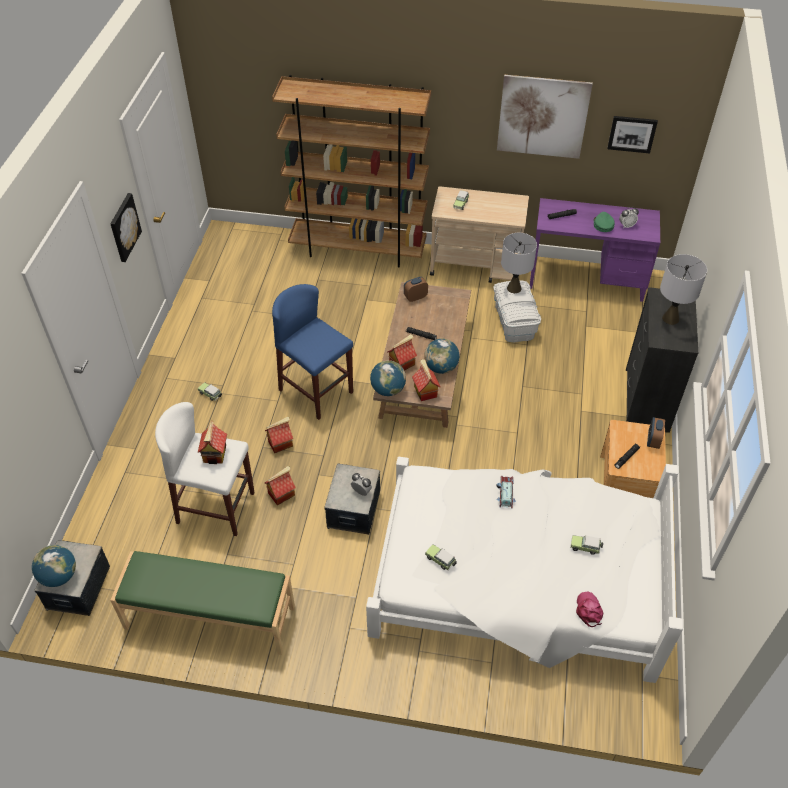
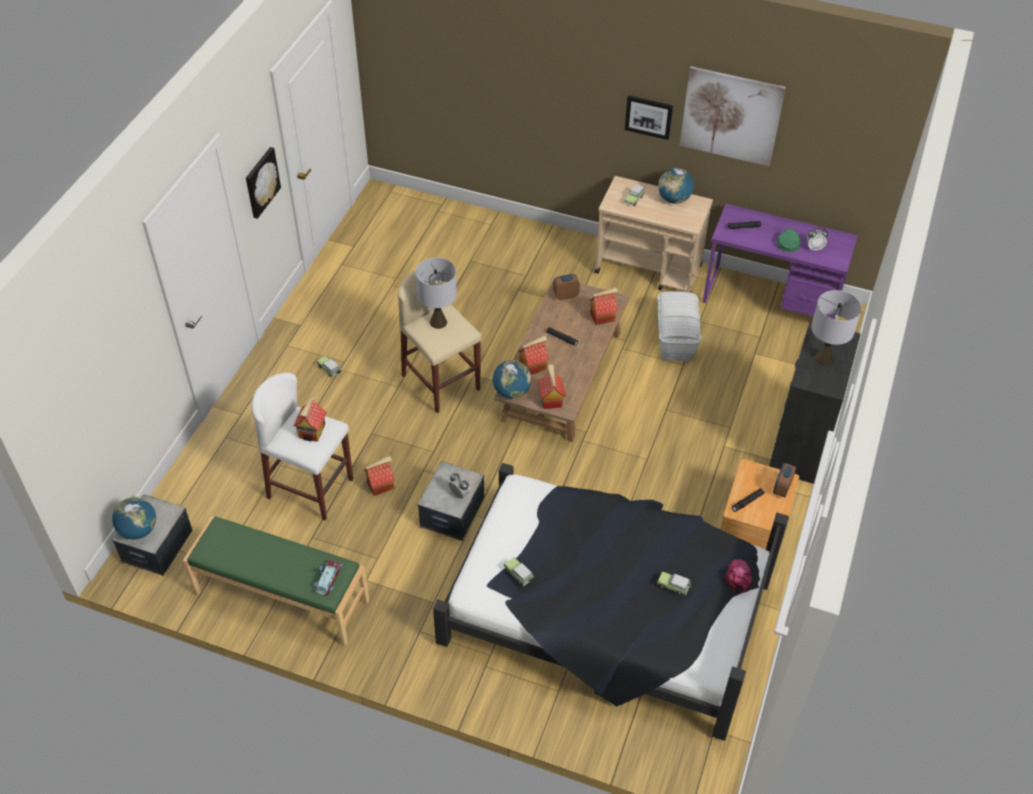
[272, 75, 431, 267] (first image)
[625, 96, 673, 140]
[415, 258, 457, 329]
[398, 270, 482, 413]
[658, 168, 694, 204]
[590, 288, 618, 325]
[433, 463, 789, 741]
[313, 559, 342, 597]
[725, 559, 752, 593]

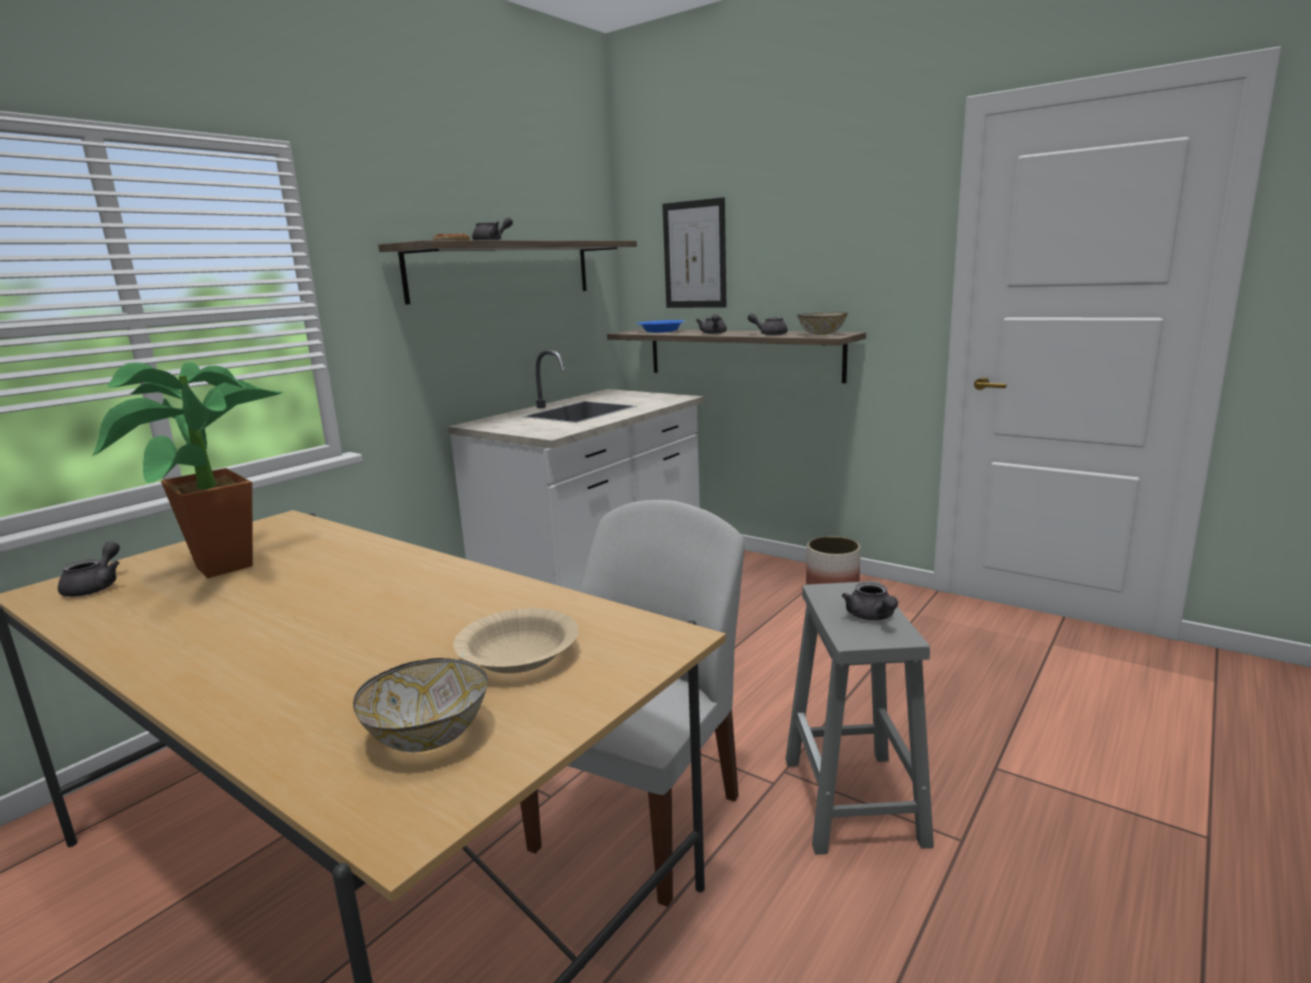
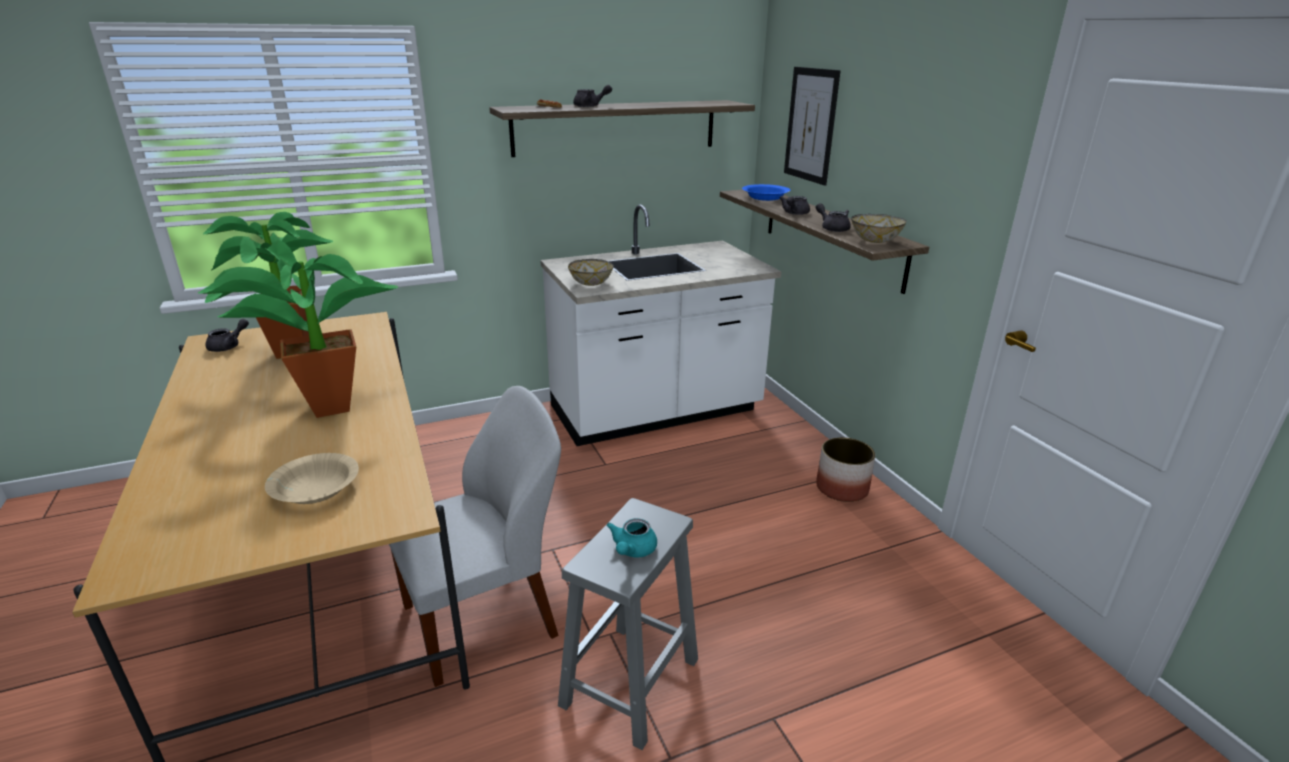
[607, 518, 657, 557]
[568, 259, 614, 286]
[198, 240, 399, 418]

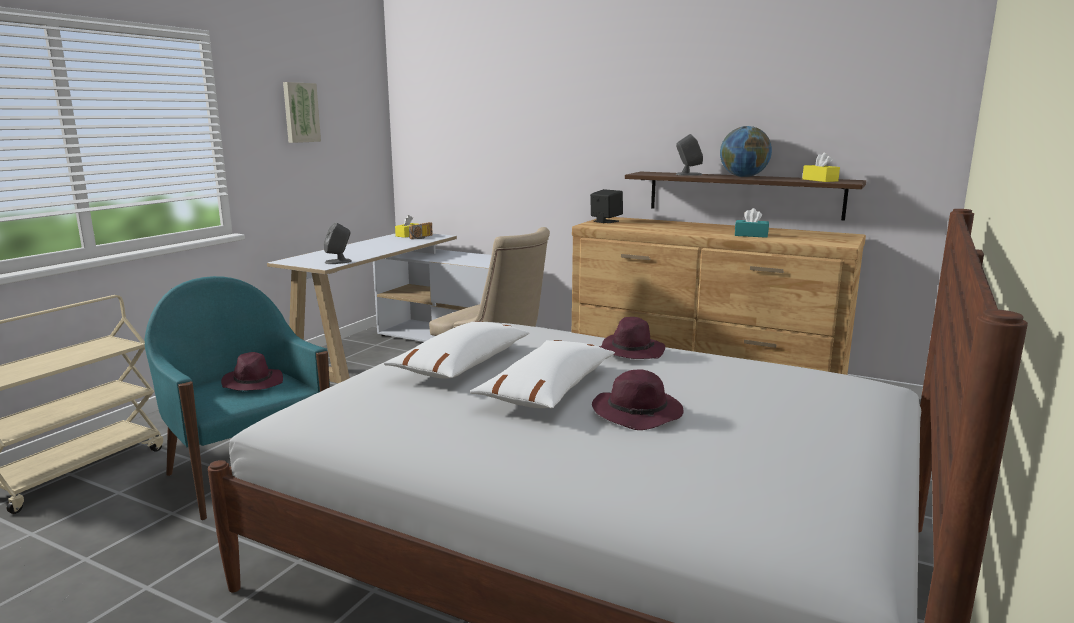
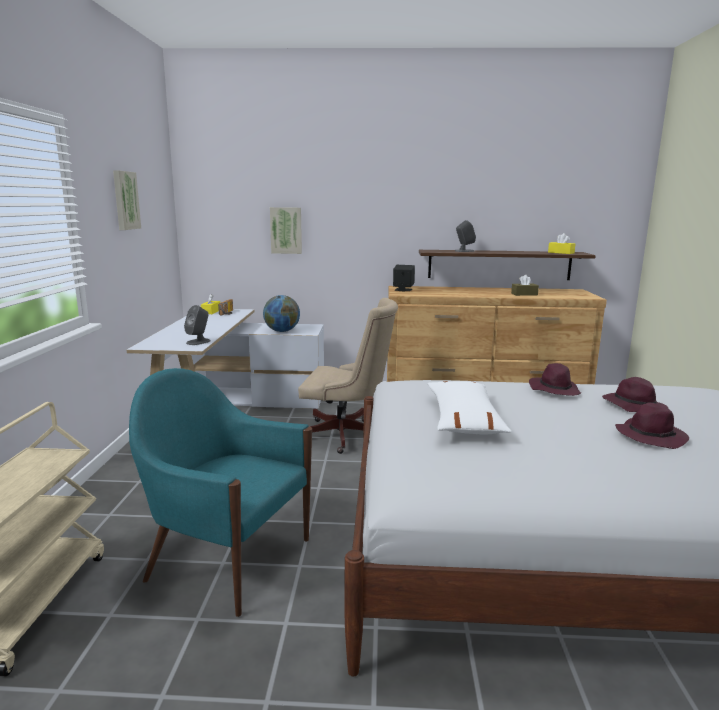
[263, 295, 300, 332]
[511, 275, 539, 296]
[470, 340, 615, 409] (first image)
[602, 377, 668, 412]
[270, 207, 302, 254]

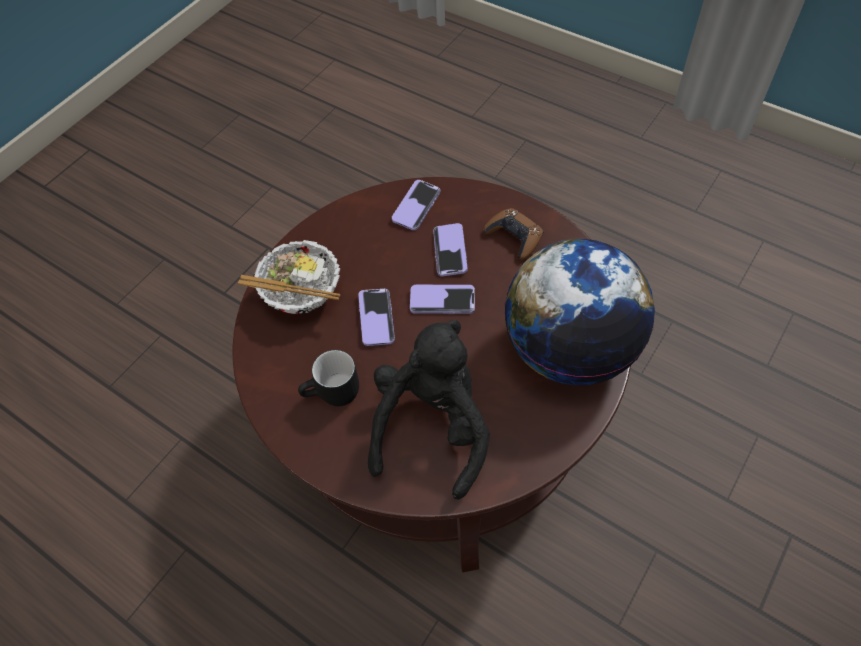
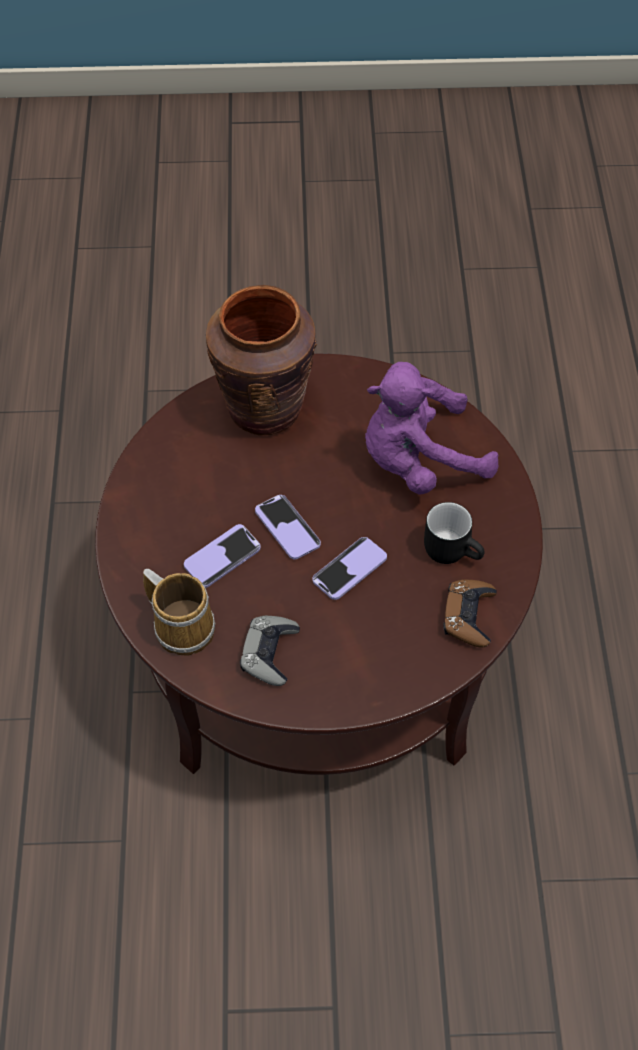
[143, 569, 216, 656]
[443, 579, 496, 648]
[206, 285, 317, 435]
[238, 240, 341, 314] (first image)
[365, 362, 498, 495]
[240, 616, 300, 686]

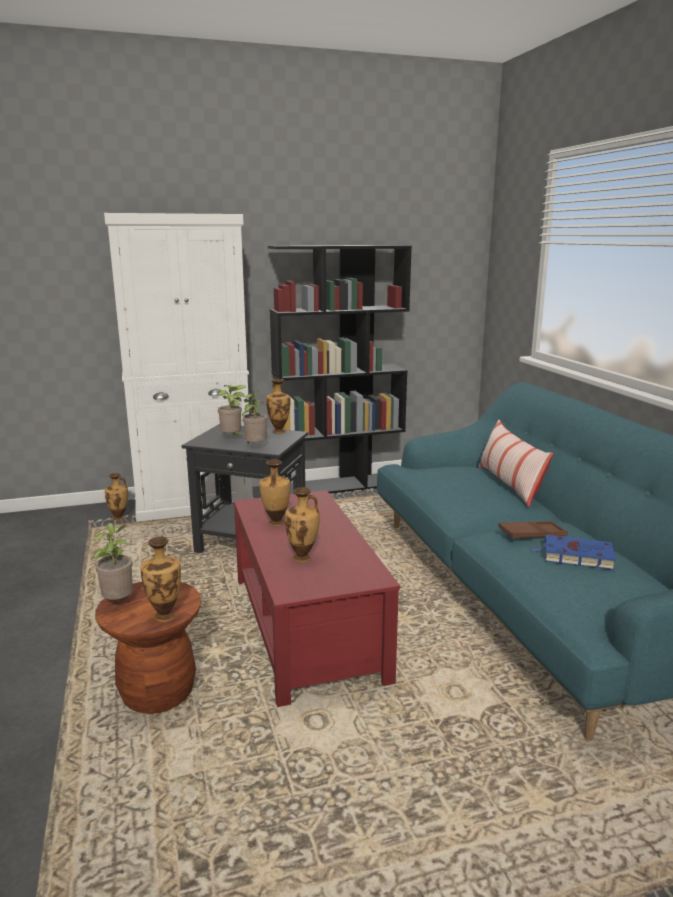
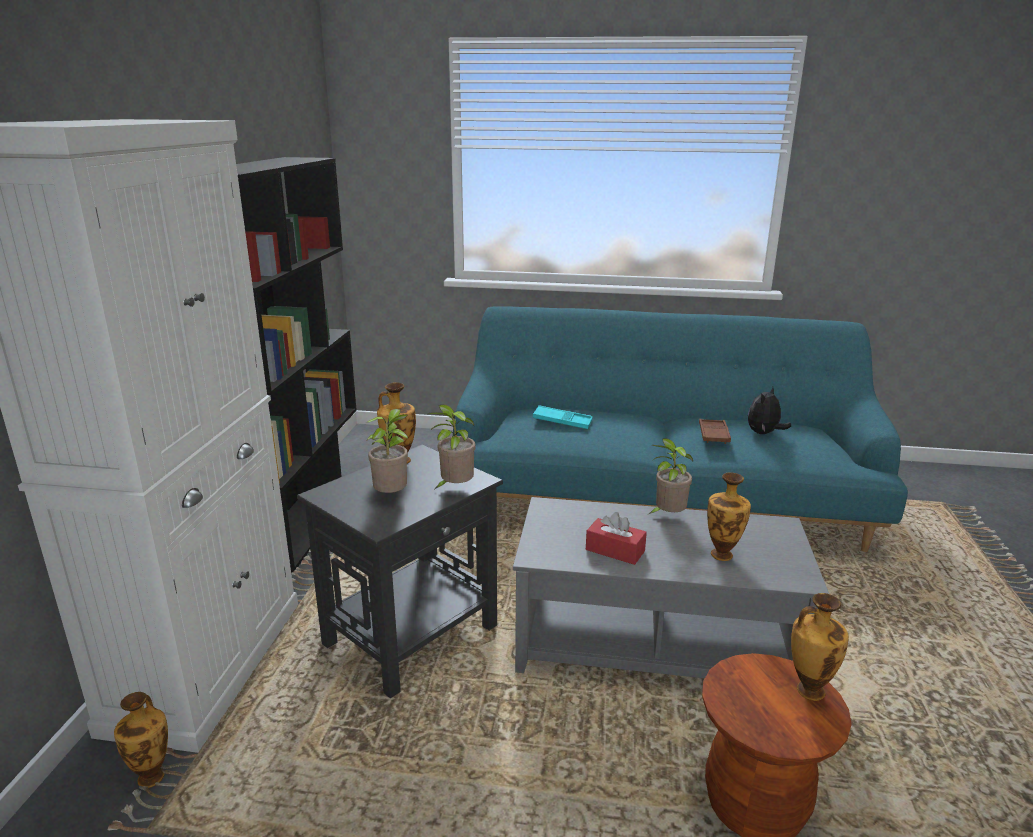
[478, 420, 553, 507] (first image)
[586, 512, 647, 565]
[513, 497, 829, 678]
[649, 438, 693, 514]
[748, 387, 791, 434]
[533, 405, 593, 429]

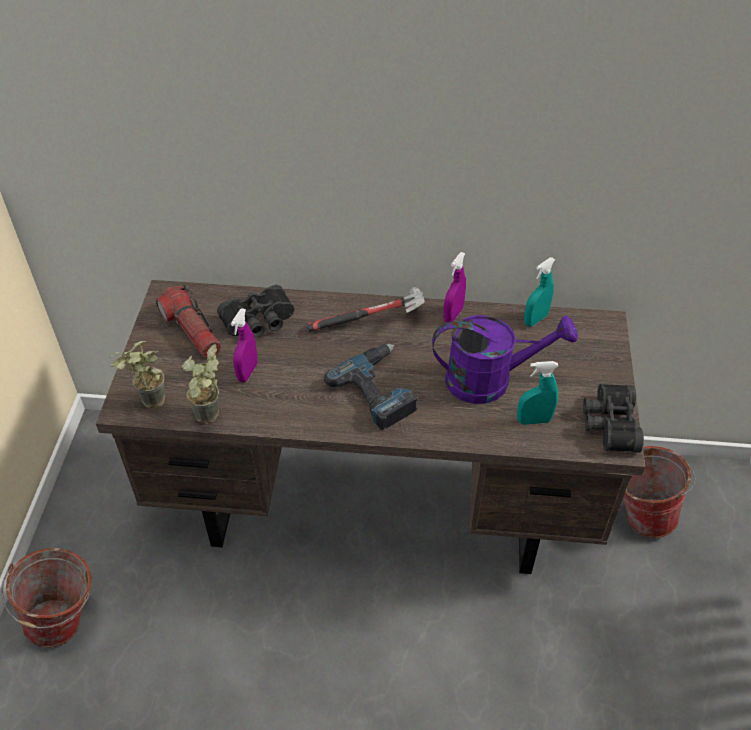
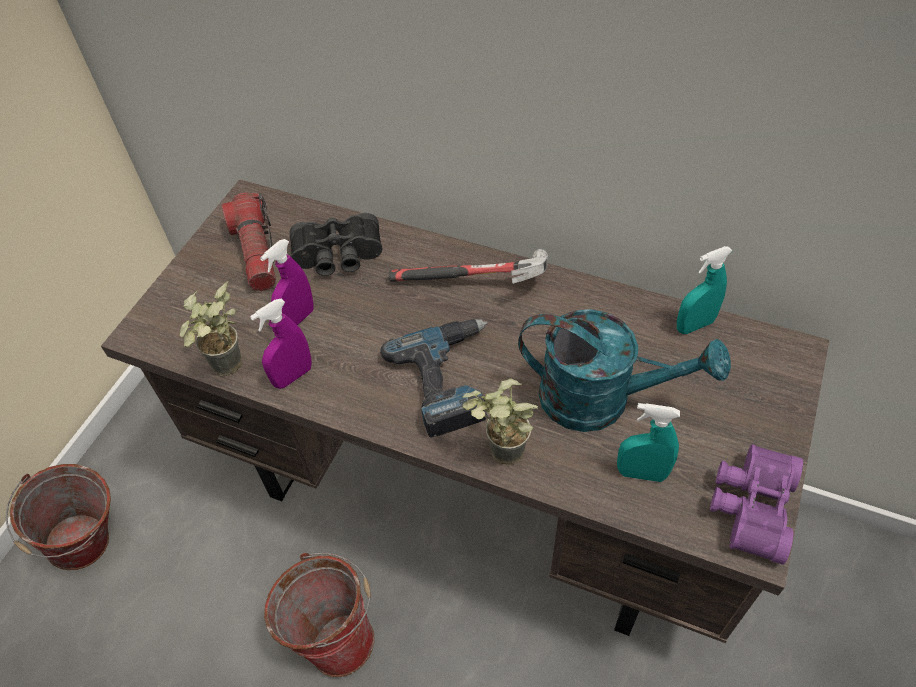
[250, 298, 312, 389]
[518, 309, 731, 432]
[462, 378, 538, 465]
[710, 444, 803, 565]
[264, 553, 375, 677]

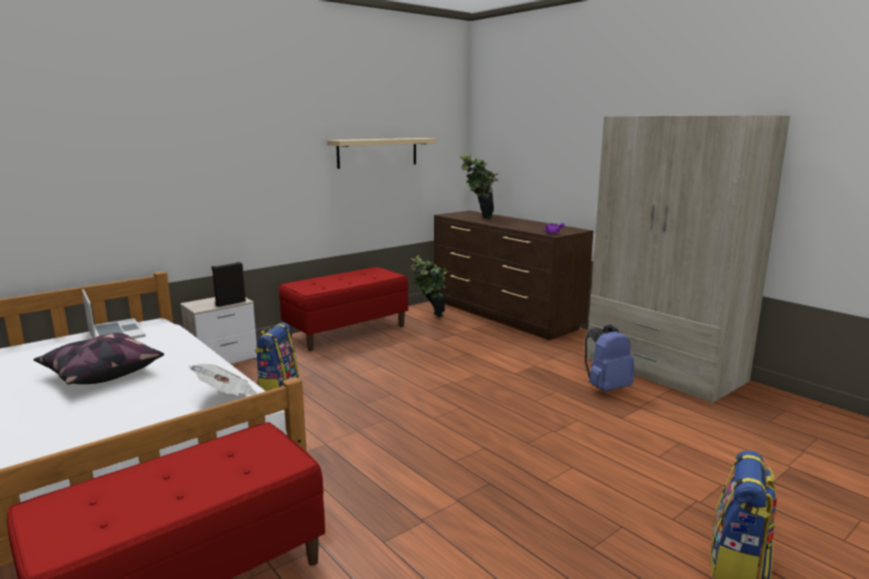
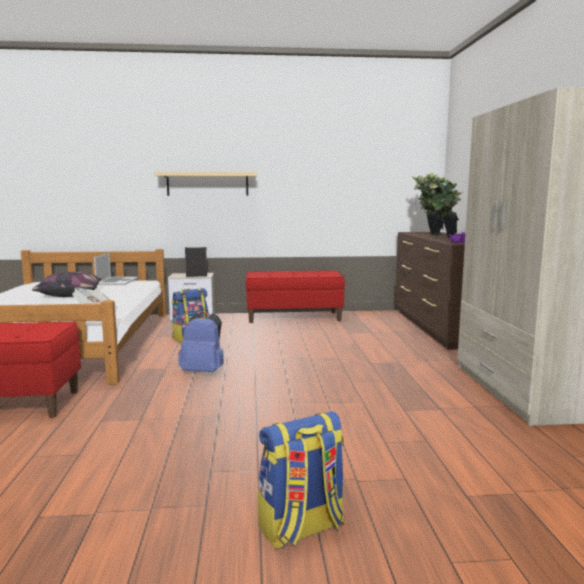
[154, 171, 257, 196]
[424, 173, 464, 238]
[178, 312, 224, 372]

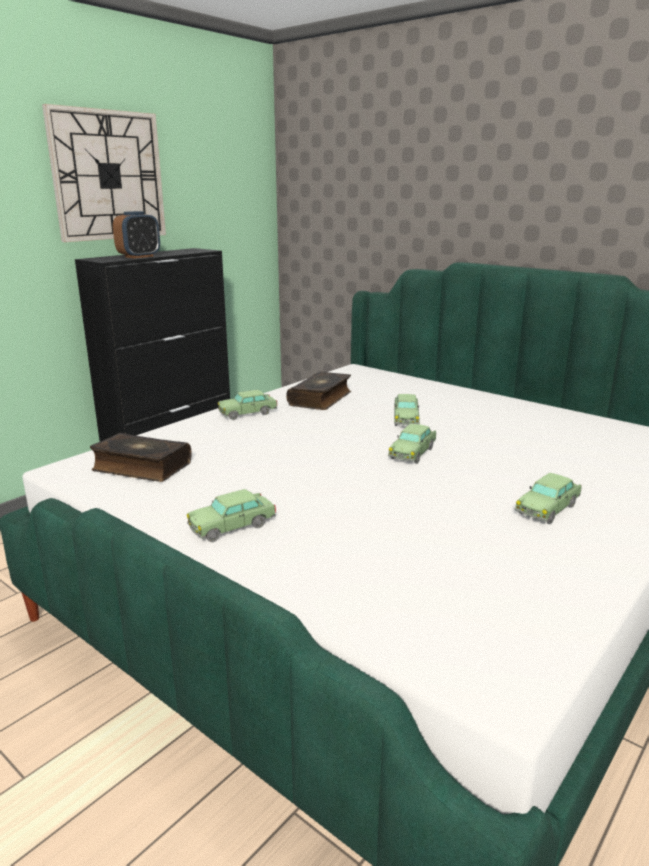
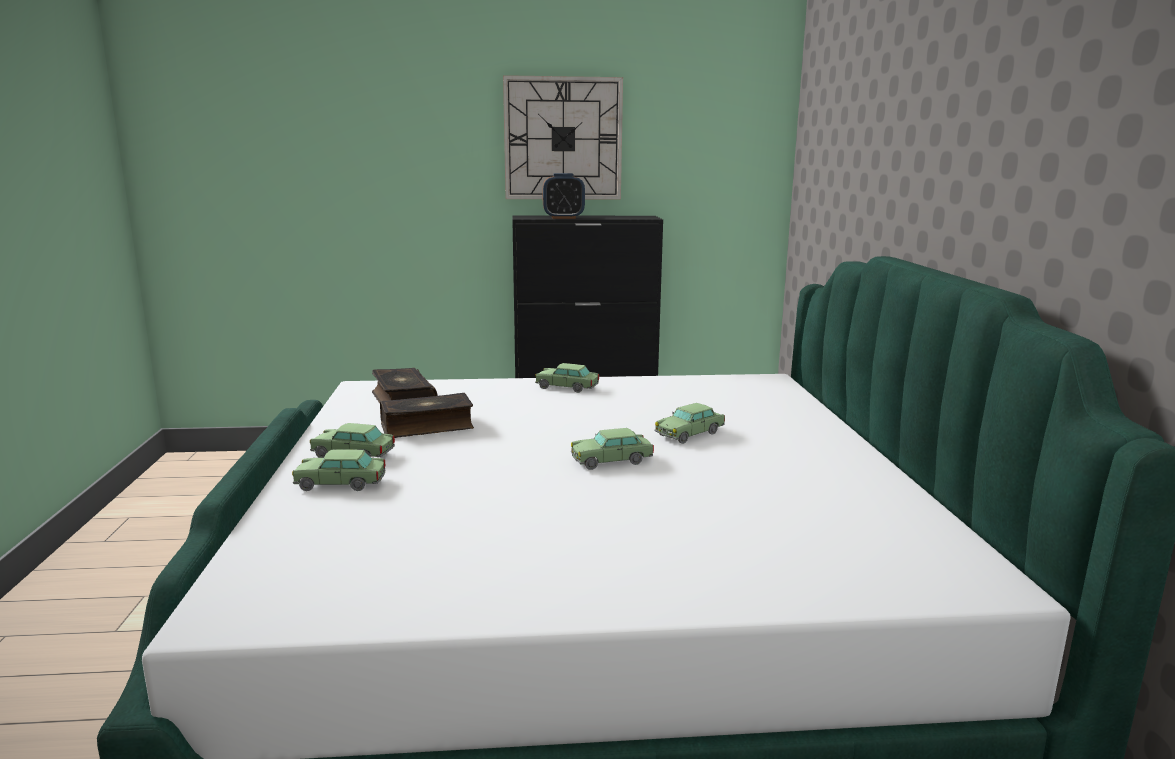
[380, 393, 474, 438]
[292, 450, 386, 491]

